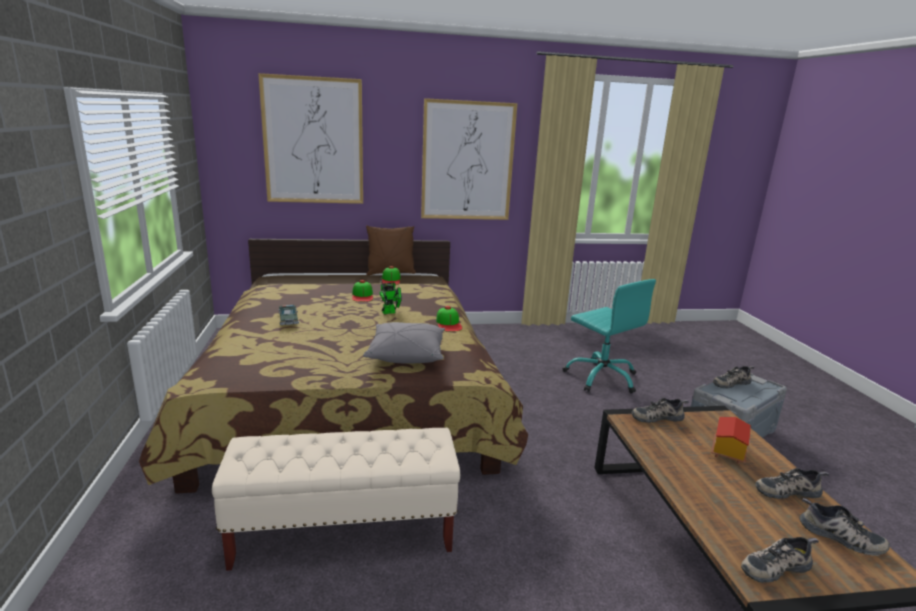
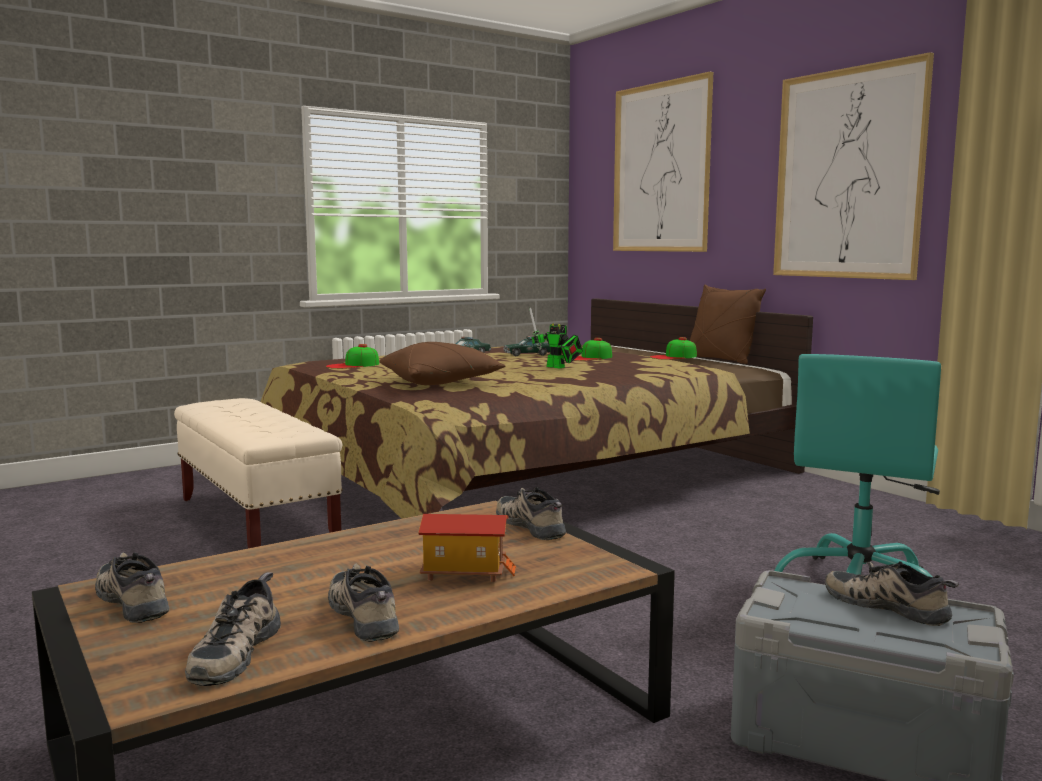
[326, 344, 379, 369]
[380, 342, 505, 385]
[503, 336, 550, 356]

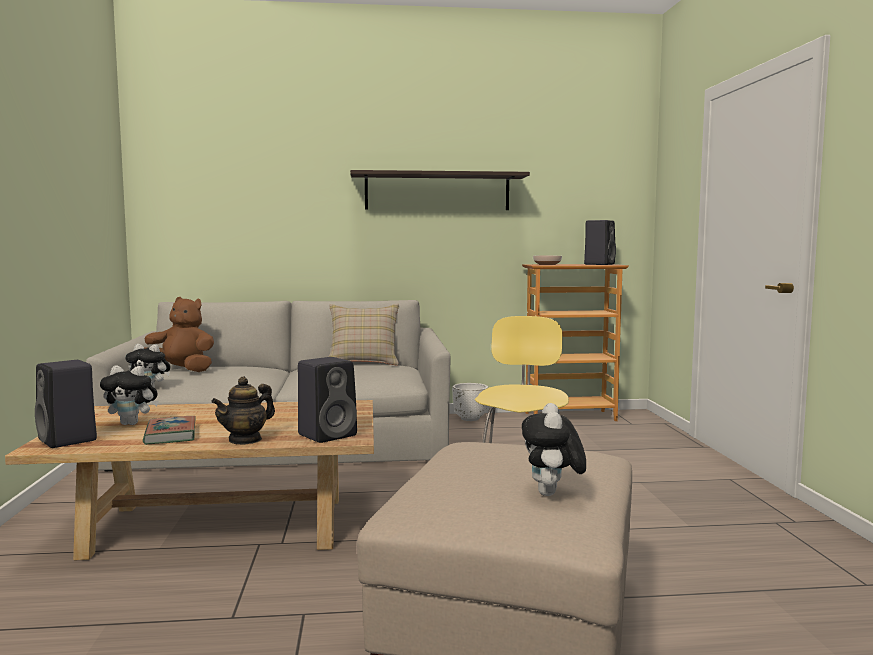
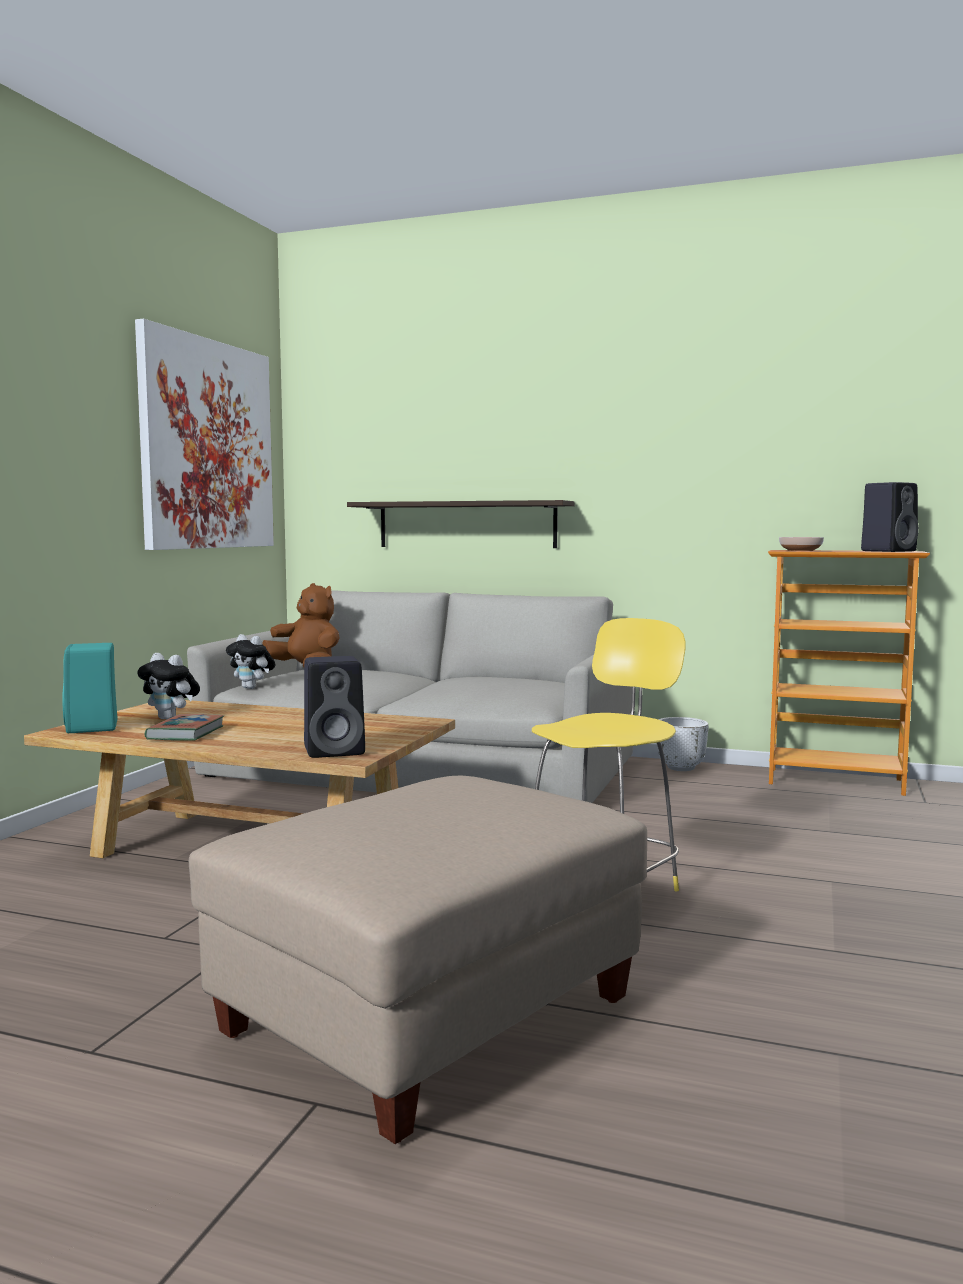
[347, 500, 575, 548]
[329, 303, 399, 366] (first image)
[62, 643, 117, 733]
[211, 376, 275, 445] (first image)
[522, 403, 586, 496] (first image)
[135, 319, 274, 550]

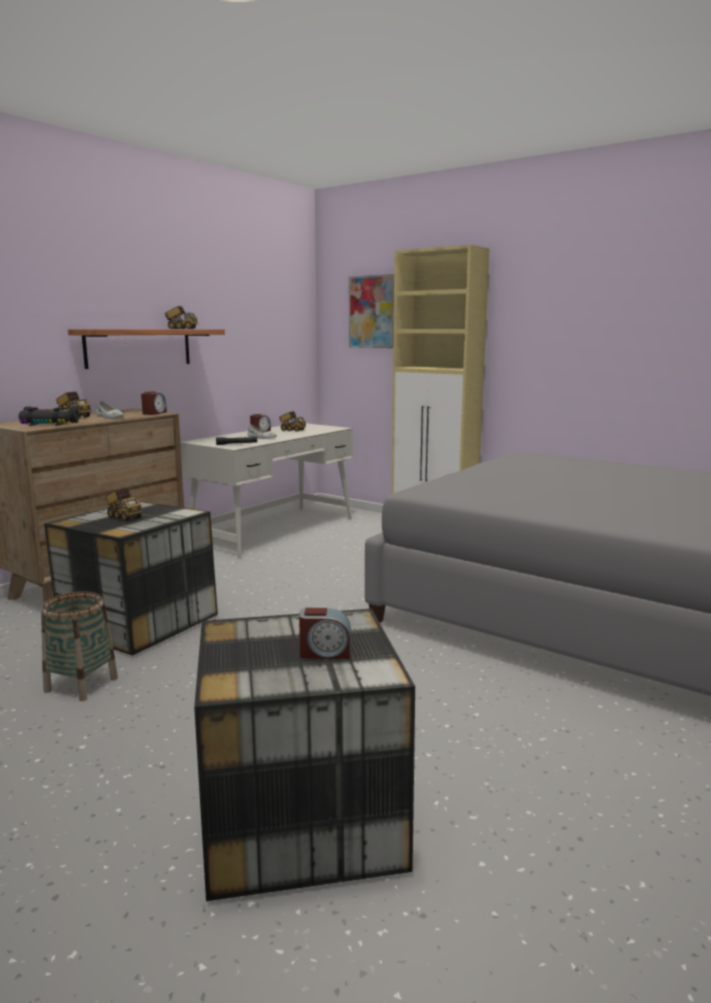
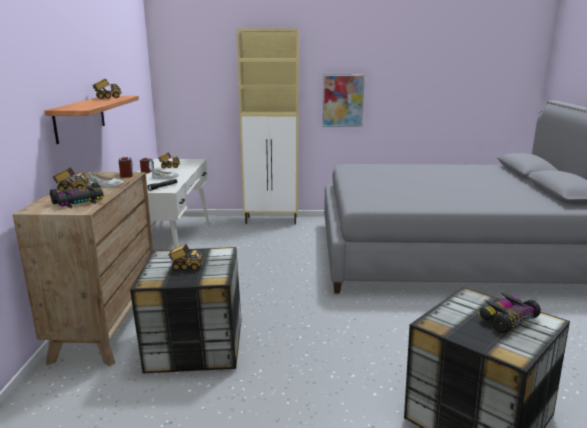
[323, 74, 365, 127]
[41, 591, 118, 701] (first image)
[478, 293, 541, 333]

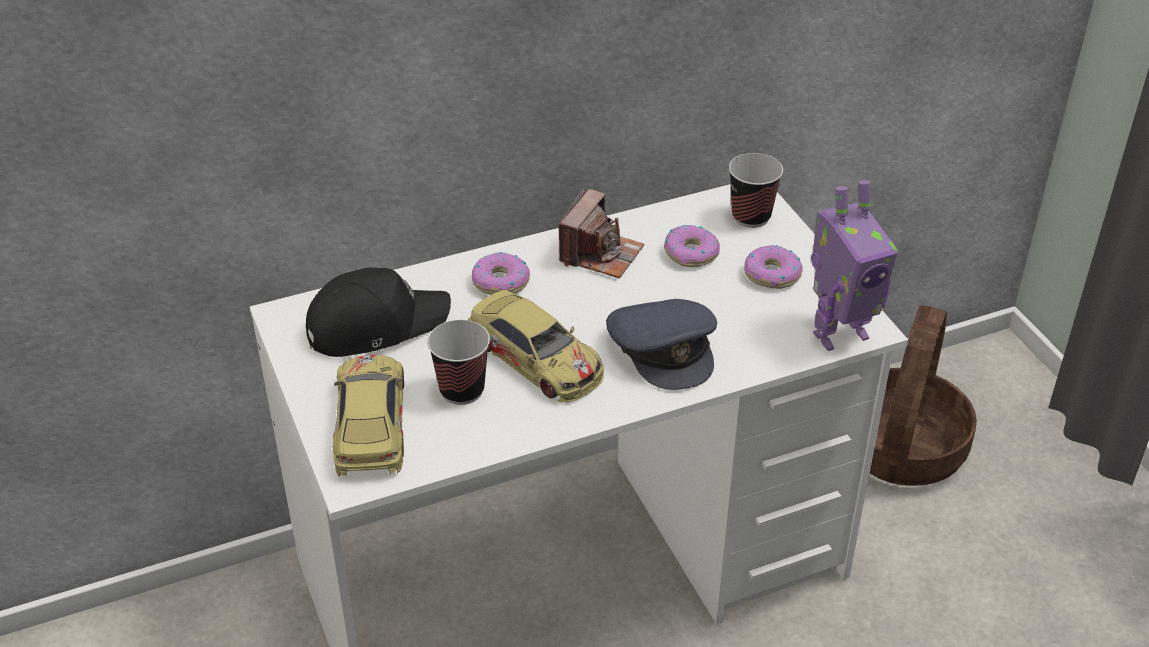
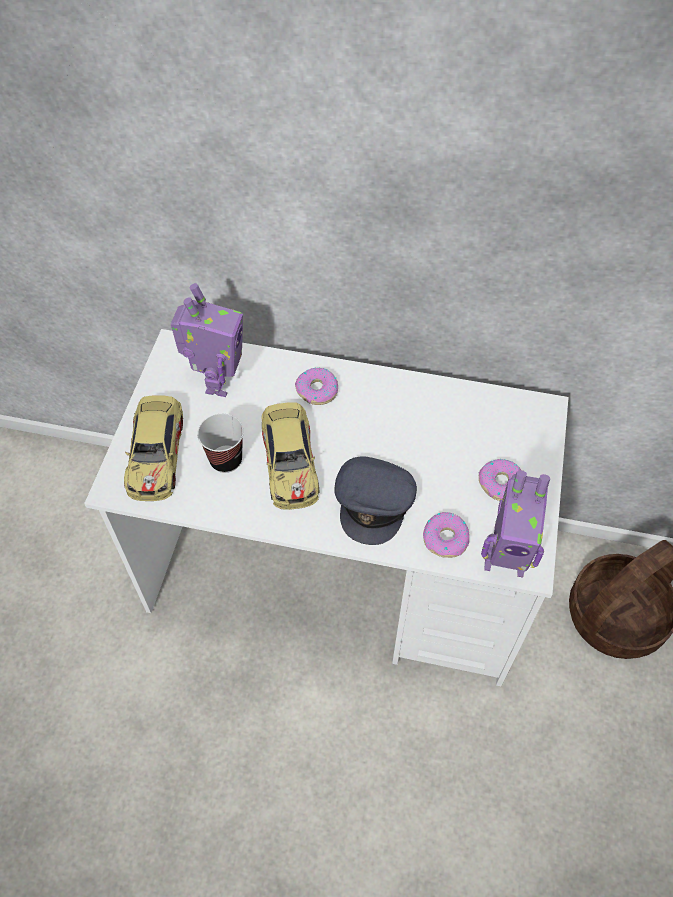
[729, 153, 783, 228] (first image)
[559, 188, 644, 278] (first image)
[423, 512, 469, 558]
[171, 283, 243, 397]
[124, 396, 183, 501]

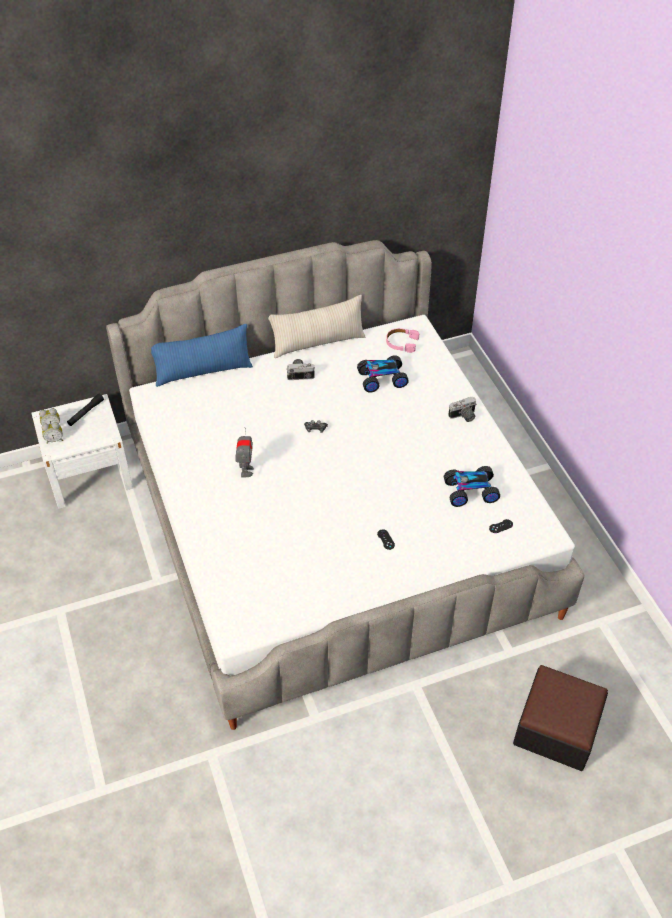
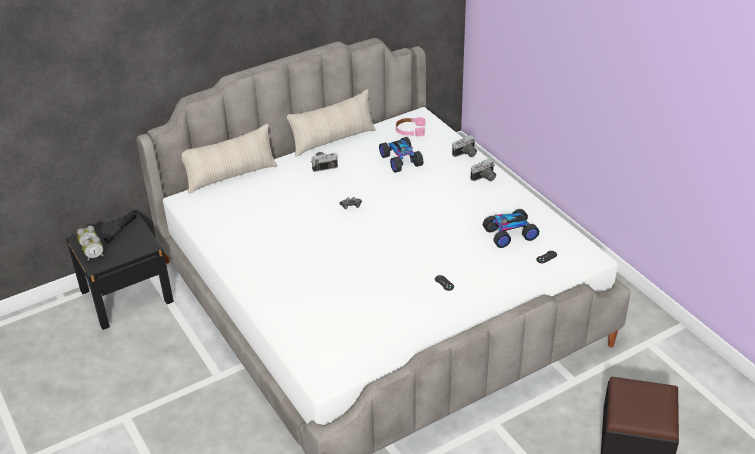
[182, 124, 277, 194]
[379, 137, 423, 173]
[66, 213, 174, 330]
[236, 427, 254, 478] (first image)
[452, 135, 477, 157]

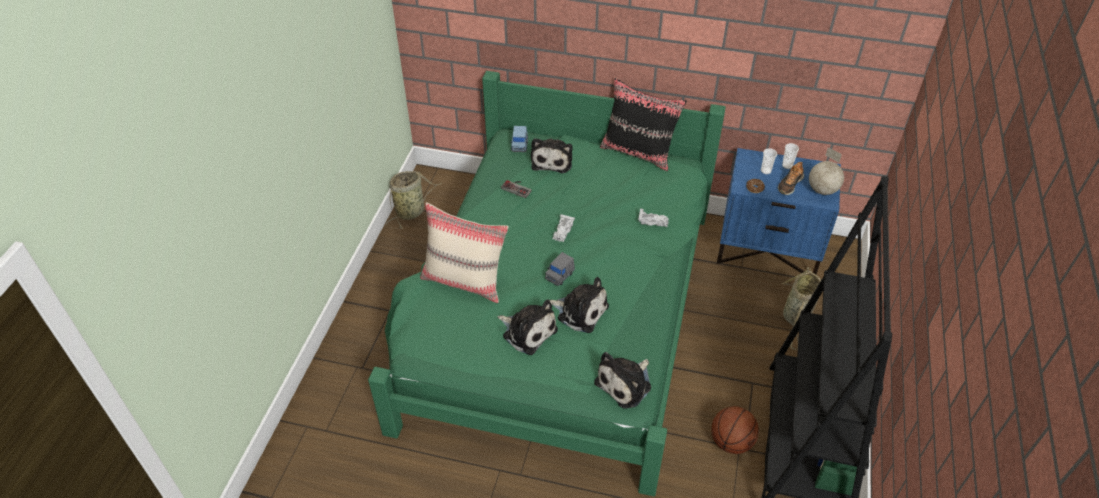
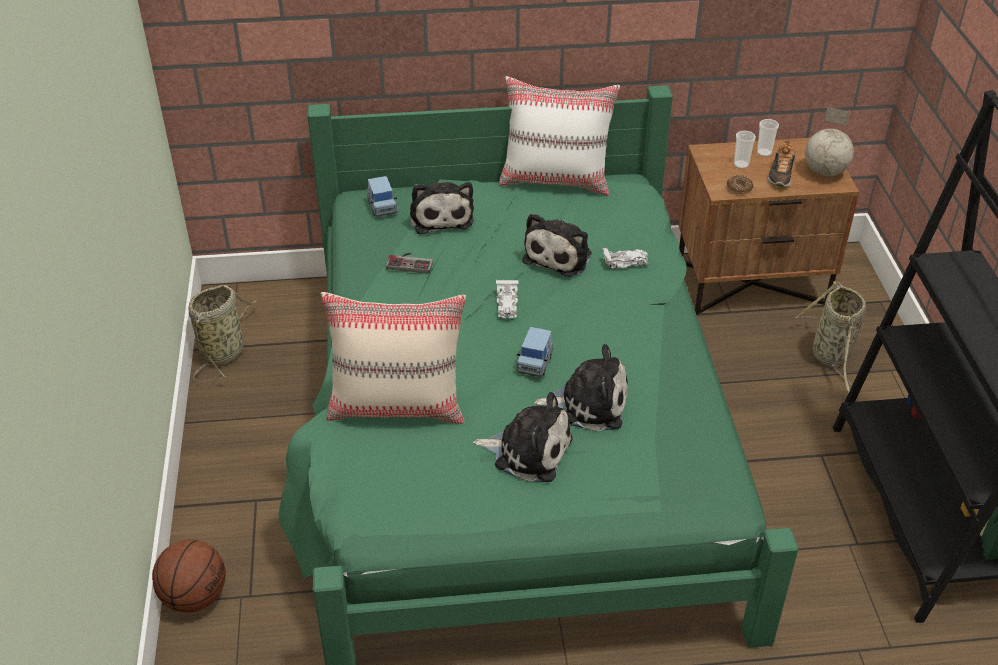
[499, 76, 620, 195]
[678, 138, 859, 315]
[516, 327, 553, 377]
[522, 213, 592, 277]
[152, 540, 226, 613]

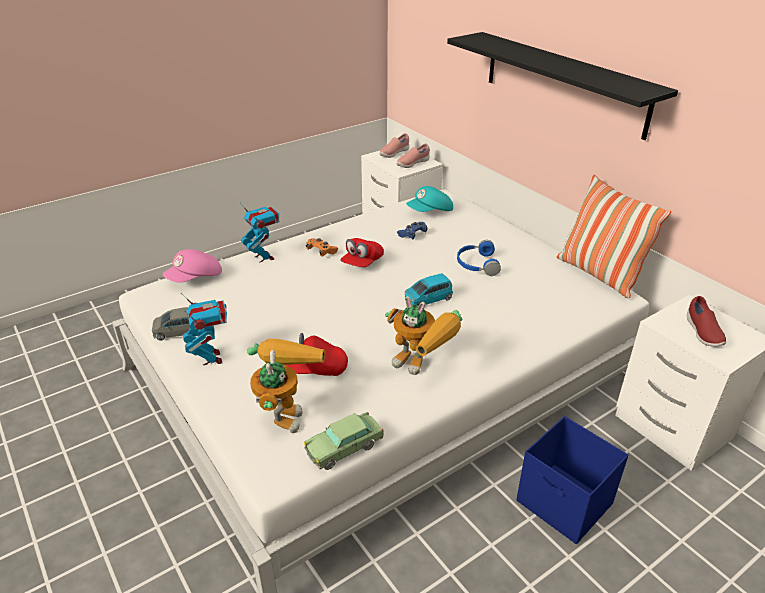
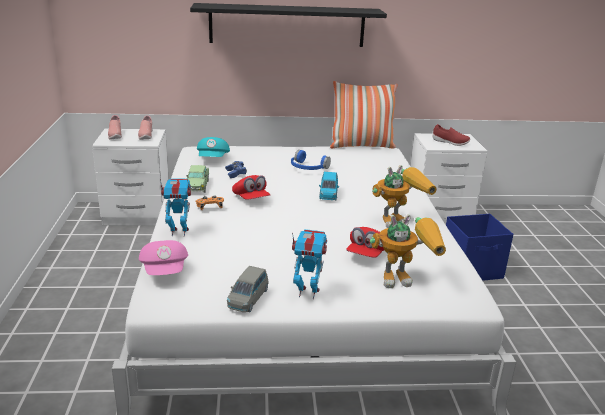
[370, 214, 446, 288]
[187, 165, 209, 193]

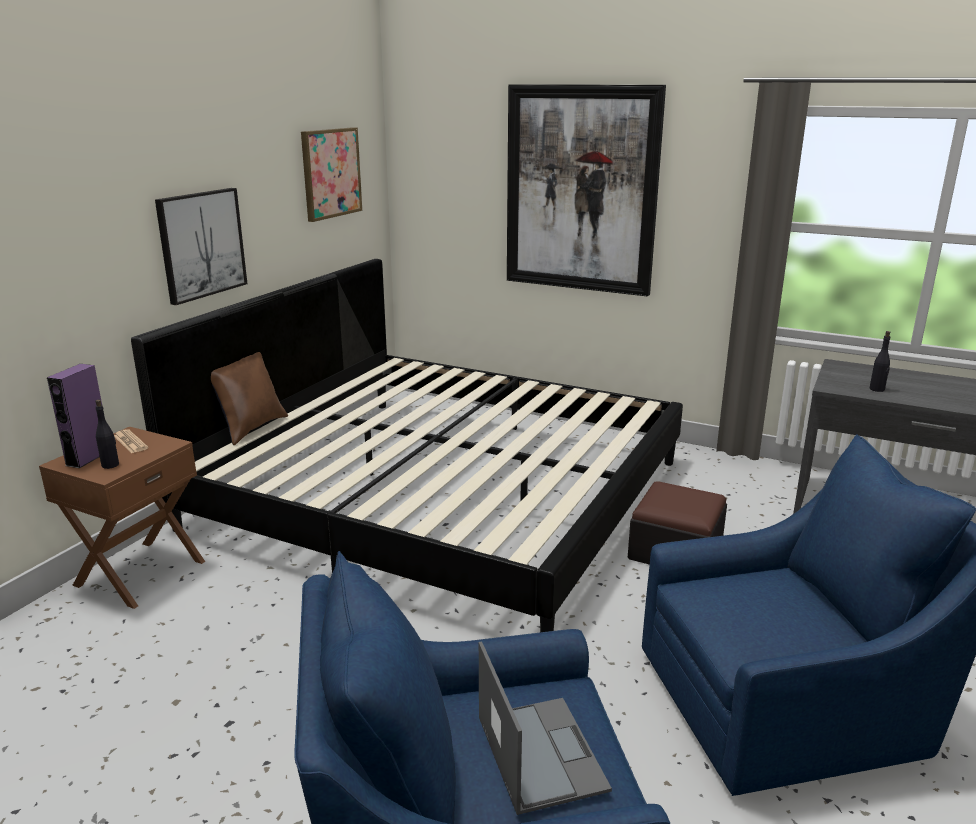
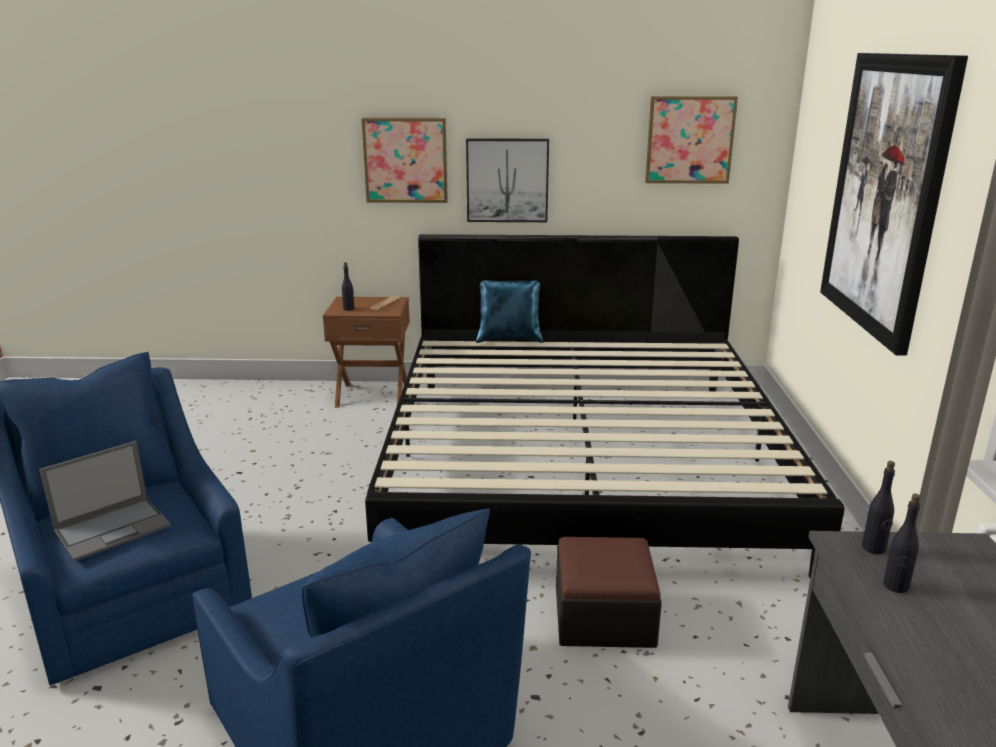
[476, 280, 543, 343]
[47, 364, 102, 468] (first image)
[361, 118, 448, 203]
[862, 461, 895, 554]

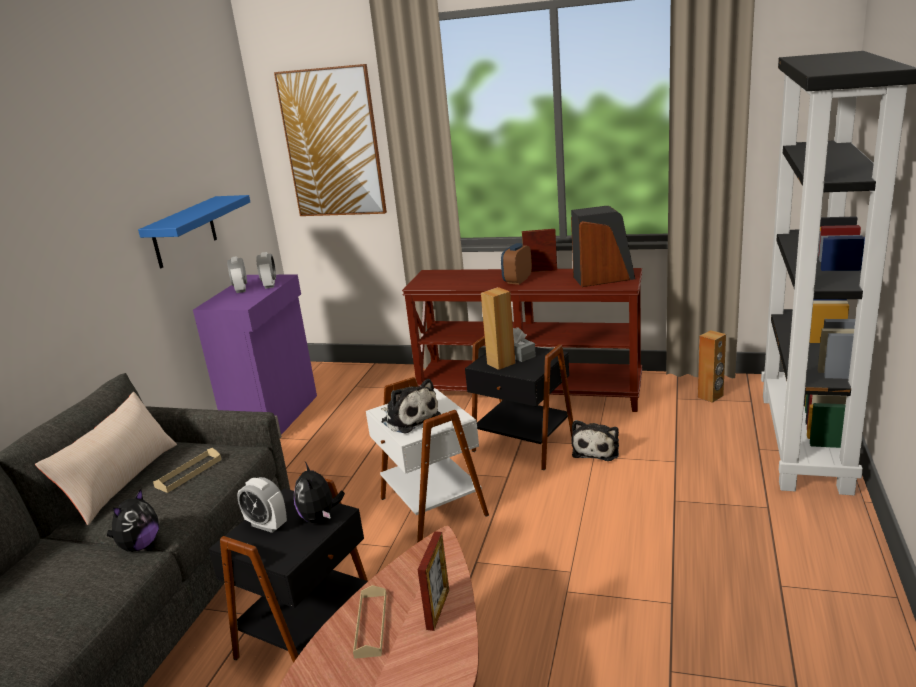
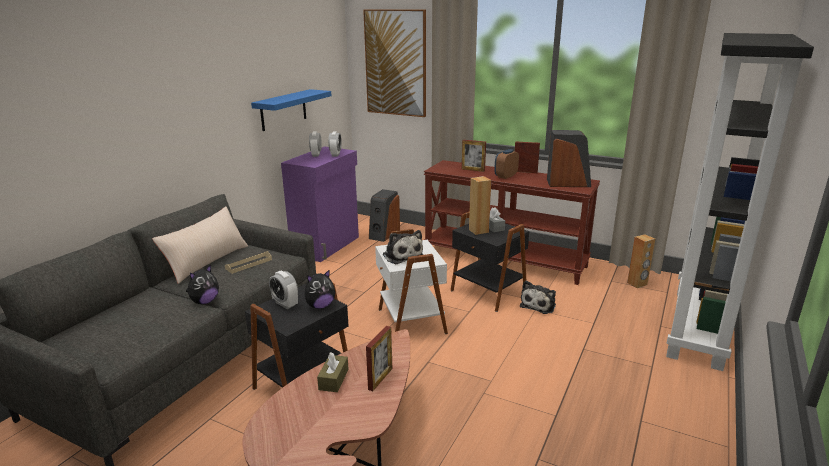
[305, 269, 335, 309]
[317, 352, 349, 392]
[462, 140, 486, 172]
[369, 189, 400, 242]

